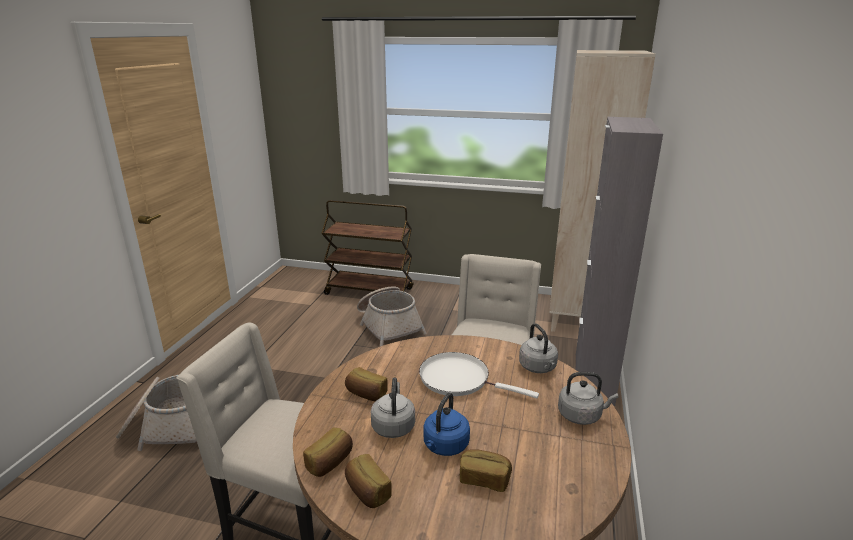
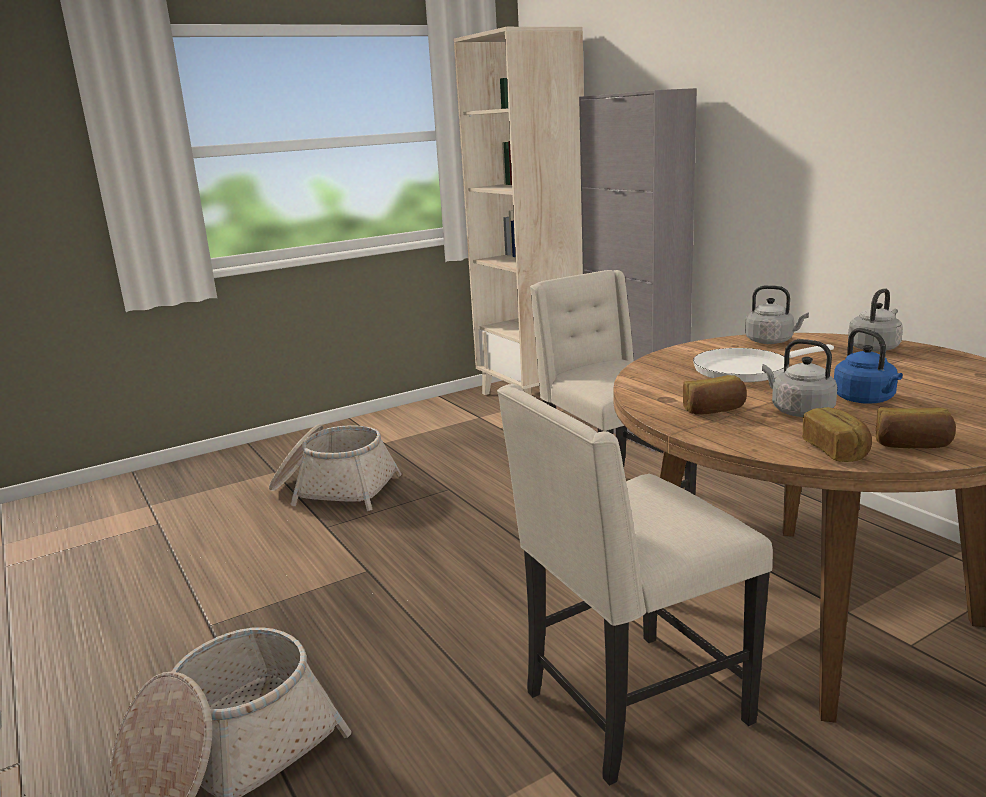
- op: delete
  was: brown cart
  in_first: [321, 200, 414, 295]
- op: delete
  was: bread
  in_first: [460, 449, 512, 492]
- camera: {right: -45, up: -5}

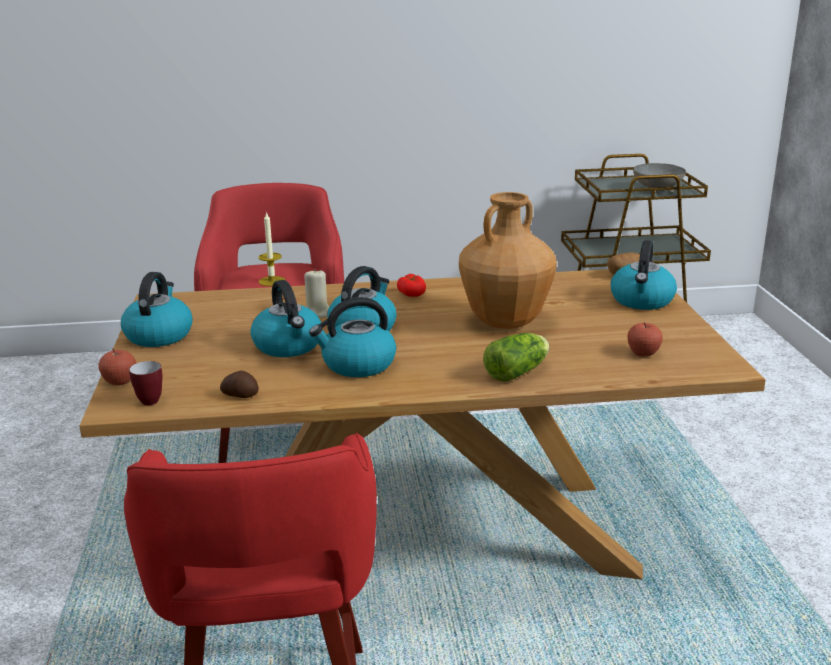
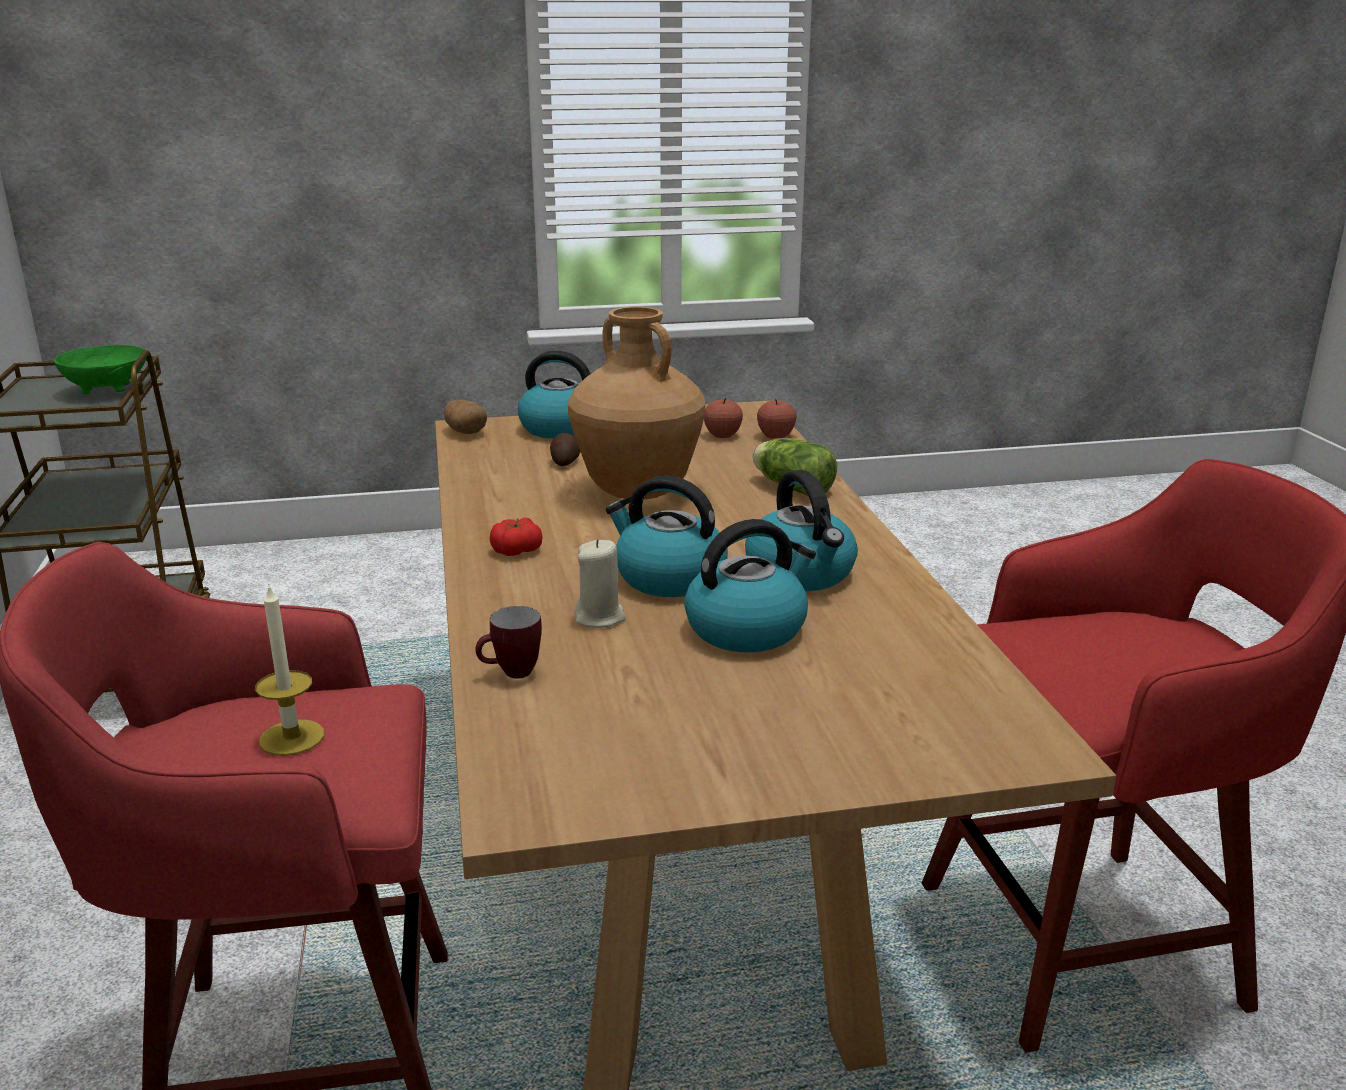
- op: recolor
  was: grey bowl
  now: green bowl
  in_first: [633, 163, 686, 193]
  in_second: [54, 345, 147, 394]
- op: move
  was: mug
  in_first: [129, 361, 163, 406]
  in_second: [475, 606, 542, 679]
- op: move
  was: potato
  in_first: [220, 370, 259, 398]
  in_second: [550, 433, 580, 466]
- op: move
  was: apple
  in_first: [99, 349, 136, 385]
  in_second: [757, 399, 797, 439]
- op: delete
  was: kettle
  in_first: [121, 272, 193, 347]
- camera: {right: -95, up: 0}

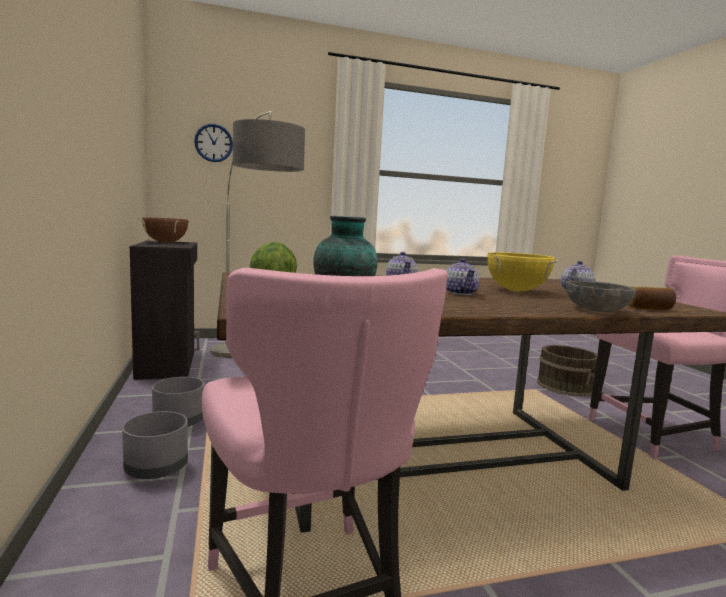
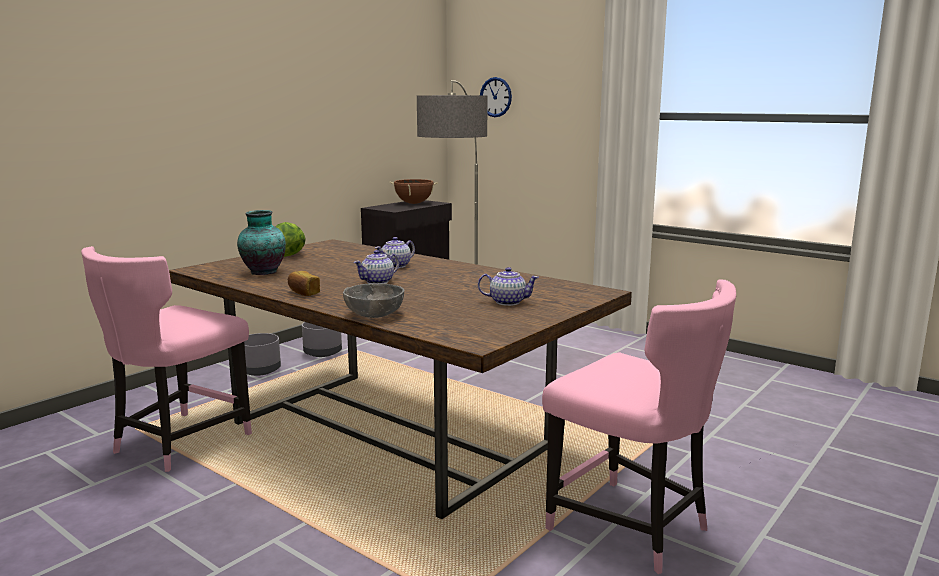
- op: move
  was: bread
  in_first: [628, 287, 676, 310]
  in_second: [288, 271, 320, 296]
- op: delete
  was: yellow cooking pot
  in_first: [487, 252, 557, 291]
- op: delete
  was: brown bucket
  in_first: [537, 345, 597, 397]
- camera: {right: 55, up: 5}

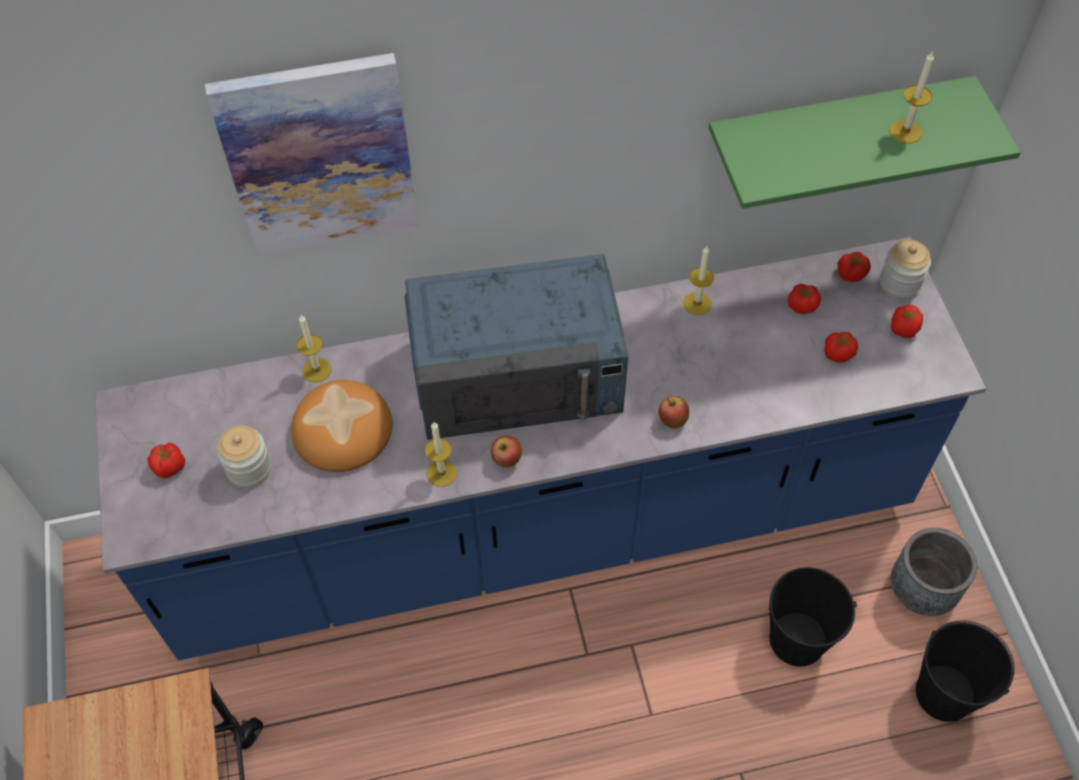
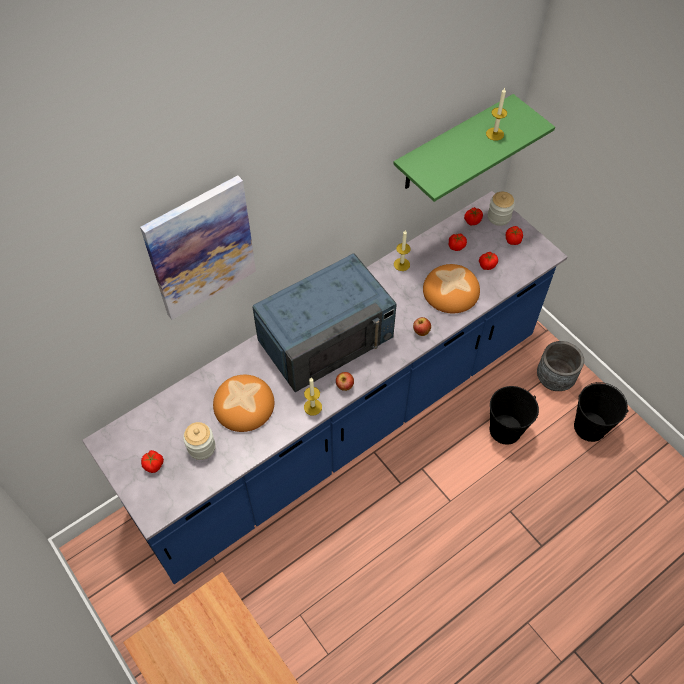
- op: insert
  now: bread
  in_second: [423, 264, 480, 313]
- op: delete
  was: candle
  in_first: [297, 315, 331, 382]
- camera: {right: -25, up: 0}

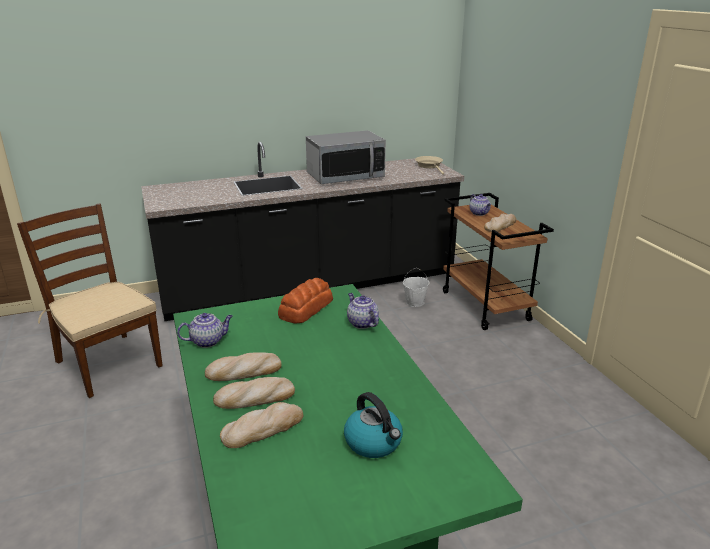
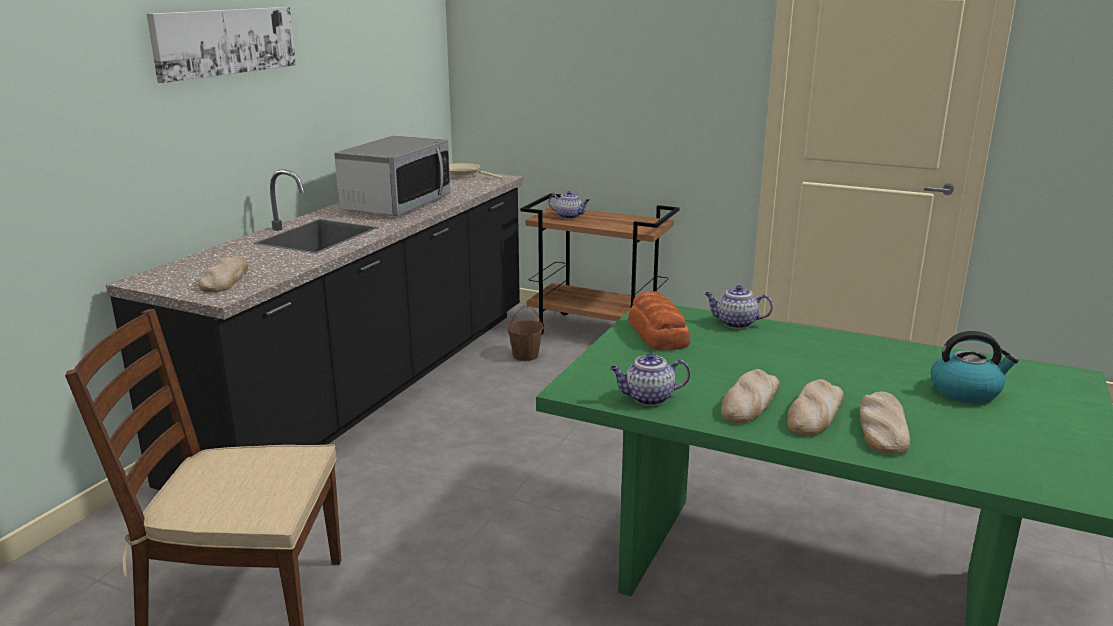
- op: insert
  now: picture
  in_second: [147, 7, 296, 83]
- op: move
  was: bread
  in_first: [484, 214, 516, 232]
  in_second: [199, 255, 248, 292]
- op: recolor
  was: white bucket
  now: brown bucket
  in_first: [403, 268, 429, 307]
  in_second: [507, 306, 543, 361]
- op: rotate
  was: teapot
  in_first: [177, 313, 233, 348]
  in_second: [610, 353, 690, 406]
  clockwise: -120
- camera: {right: -45, up: -5}

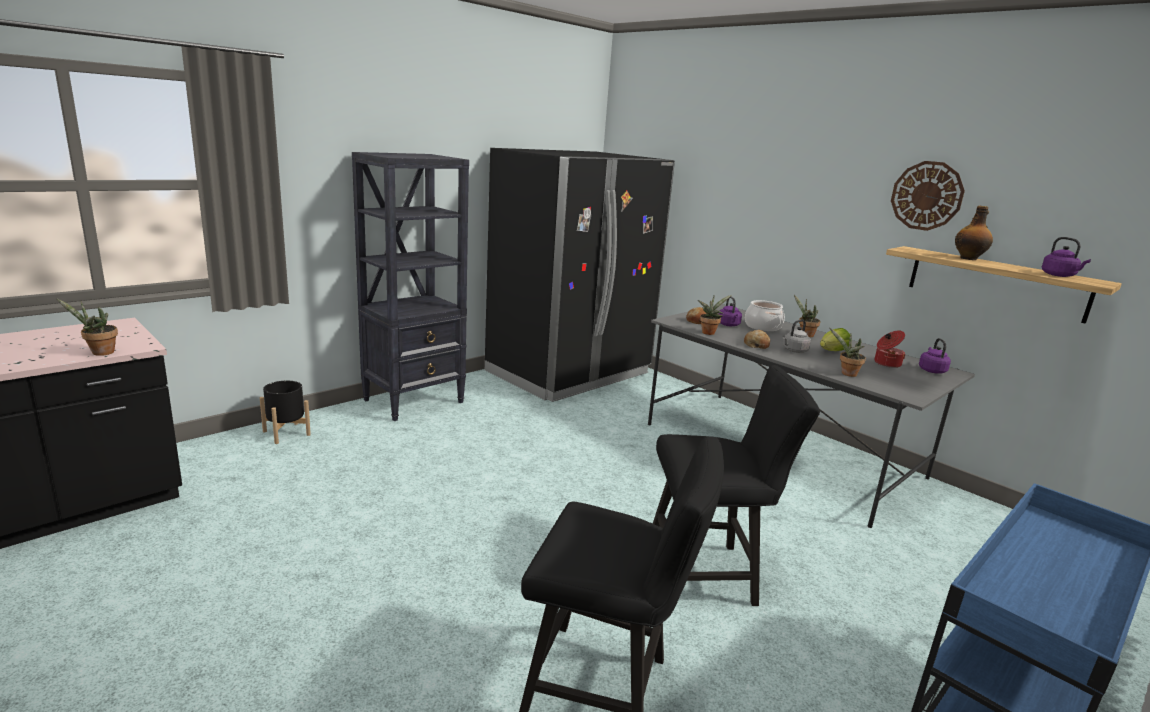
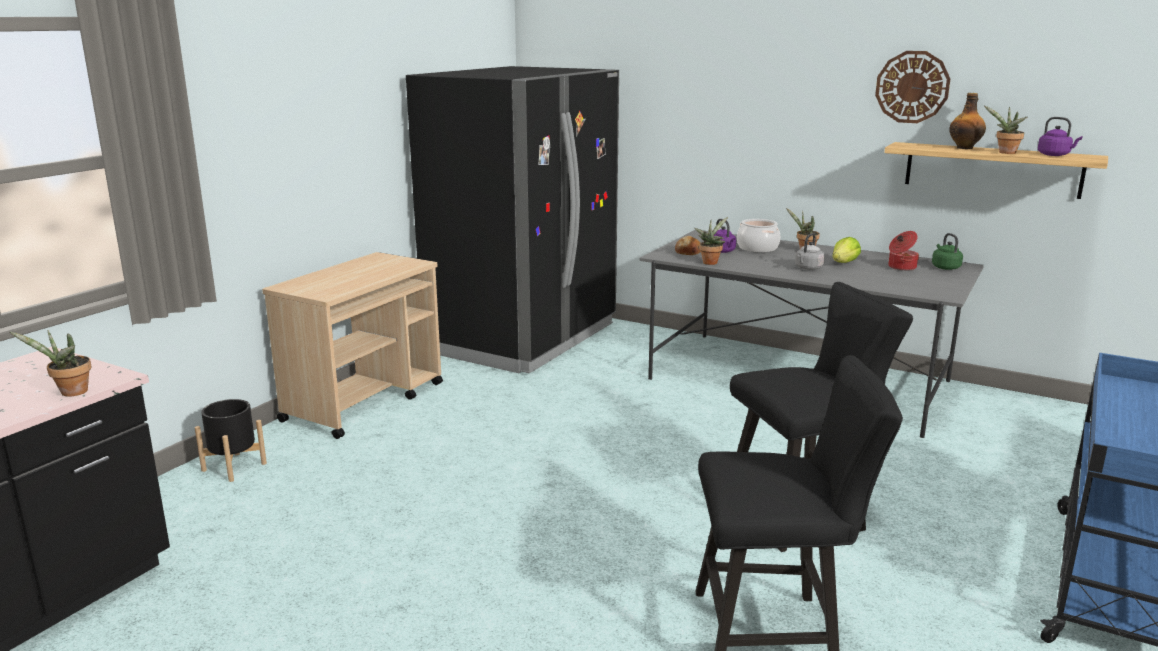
- op: replace
  was: black bookcase
  now: beige cart
  in_first: [352, 152, 469, 421]
  in_second: [262, 252, 443, 439]
- op: recolor
  was: purple kettle
  now: green kettle
  in_first: [919, 338, 951, 374]
  in_second: [932, 233, 963, 270]
- op: move
  was: potted plant
  in_first: [830, 328, 866, 377]
  in_second: [984, 106, 1027, 154]
- op: delete
  was: bread
  in_first: [744, 330, 770, 349]
- camera: {right: -15, up: 0}

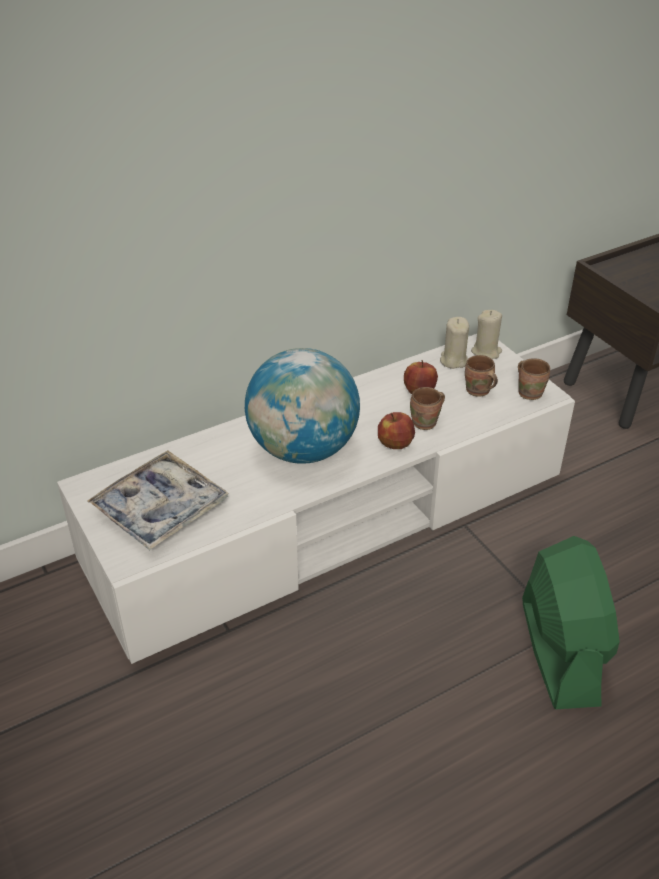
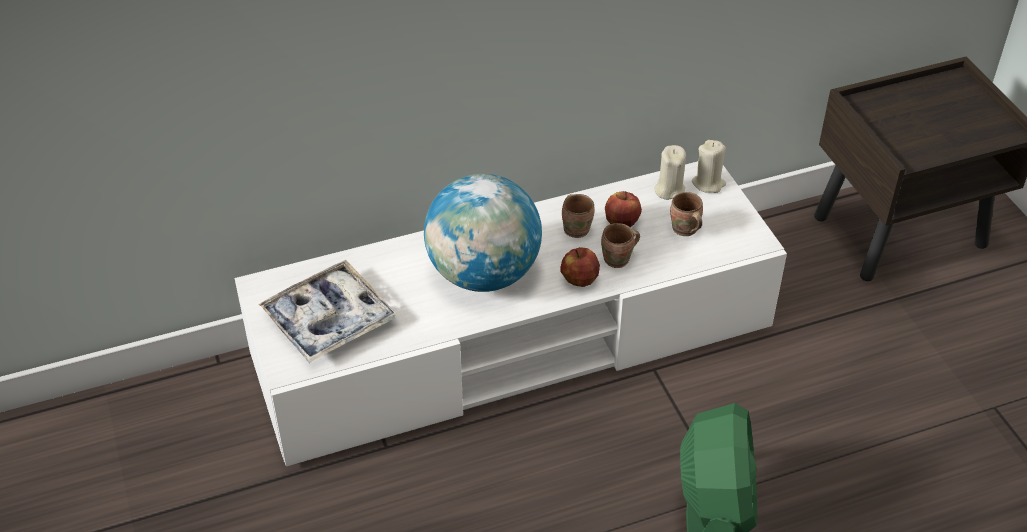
- op: move
  was: brown mug
  in_first: [518, 358, 550, 400]
  in_second: [562, 194, 595, 238]
- camera: {right: 10, up: 5}

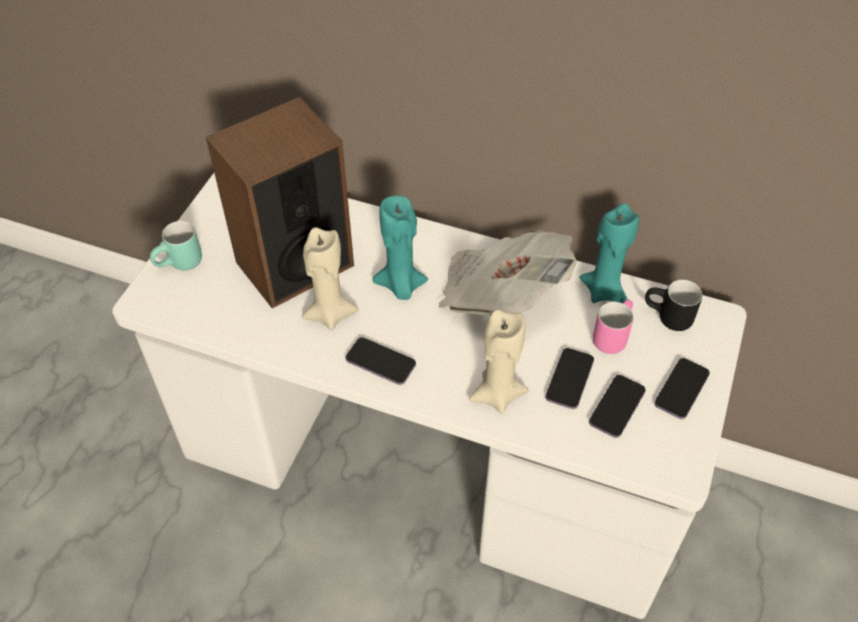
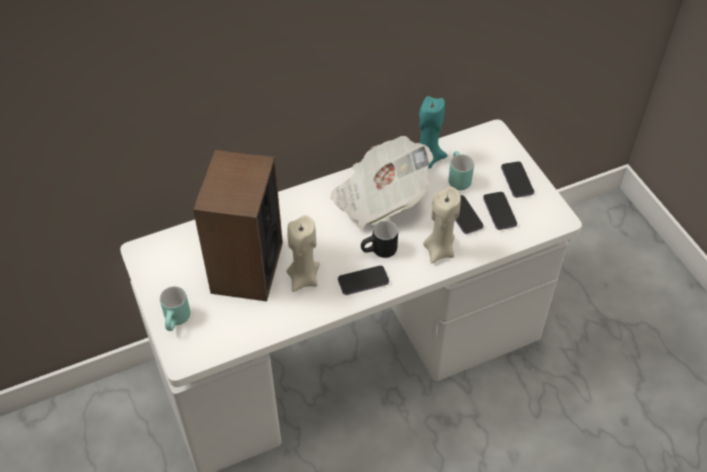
- op: move
  was: black mug
  in_first: [645, 280, 702, 331]
  in_second: [361, 221, 398, 258]
- op: recolor
  was: pink mug
  now: turquoise mug
  in_first: [593, 299, 633, 354]
  in_second: [448, 151, 474, 190]
- op: delete
  was: turquoise candle
  in_first: [372, 196, 428, 300]
- camera: {right: -45, up: 0}

